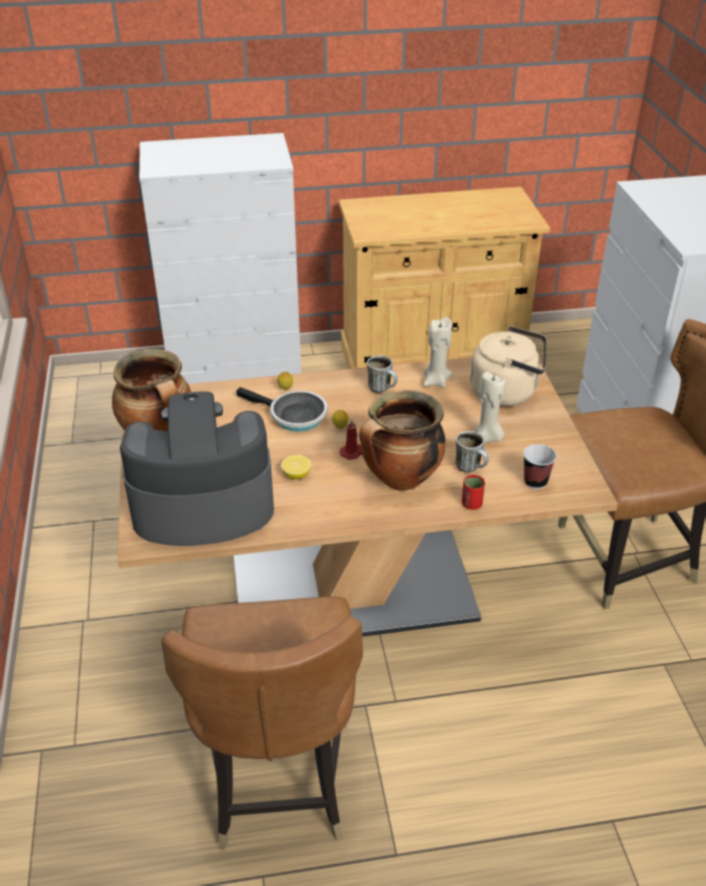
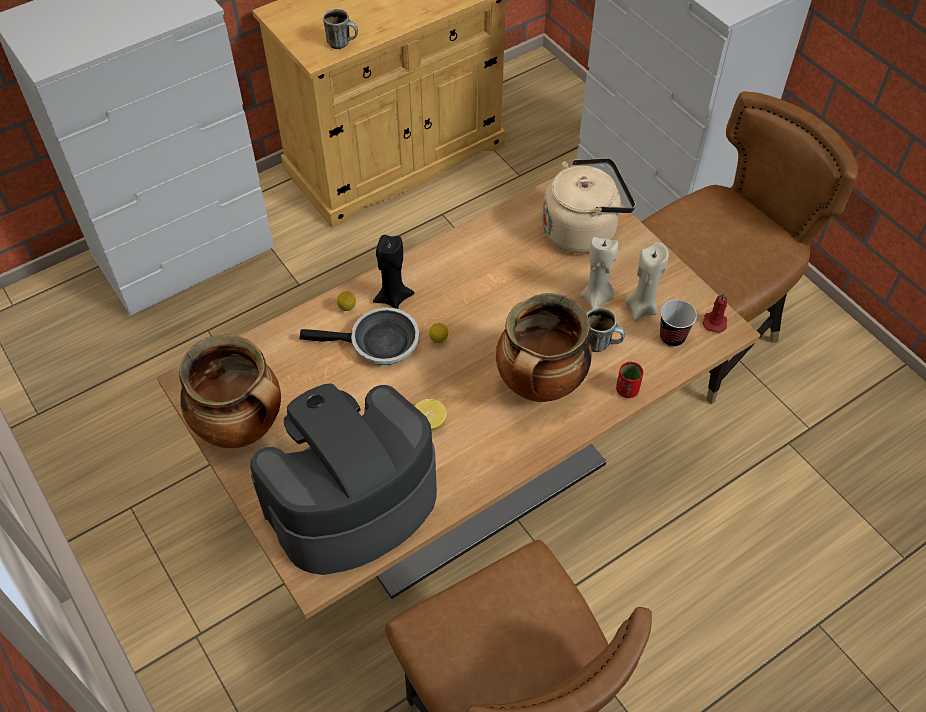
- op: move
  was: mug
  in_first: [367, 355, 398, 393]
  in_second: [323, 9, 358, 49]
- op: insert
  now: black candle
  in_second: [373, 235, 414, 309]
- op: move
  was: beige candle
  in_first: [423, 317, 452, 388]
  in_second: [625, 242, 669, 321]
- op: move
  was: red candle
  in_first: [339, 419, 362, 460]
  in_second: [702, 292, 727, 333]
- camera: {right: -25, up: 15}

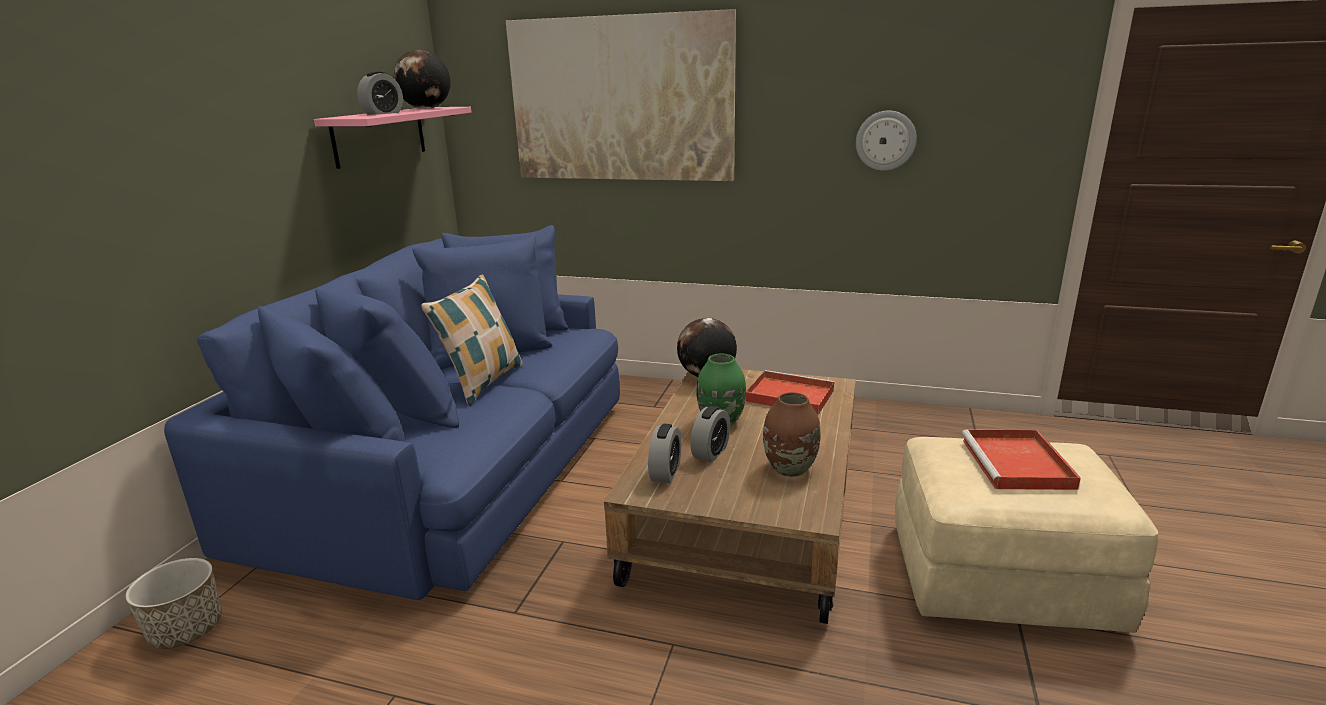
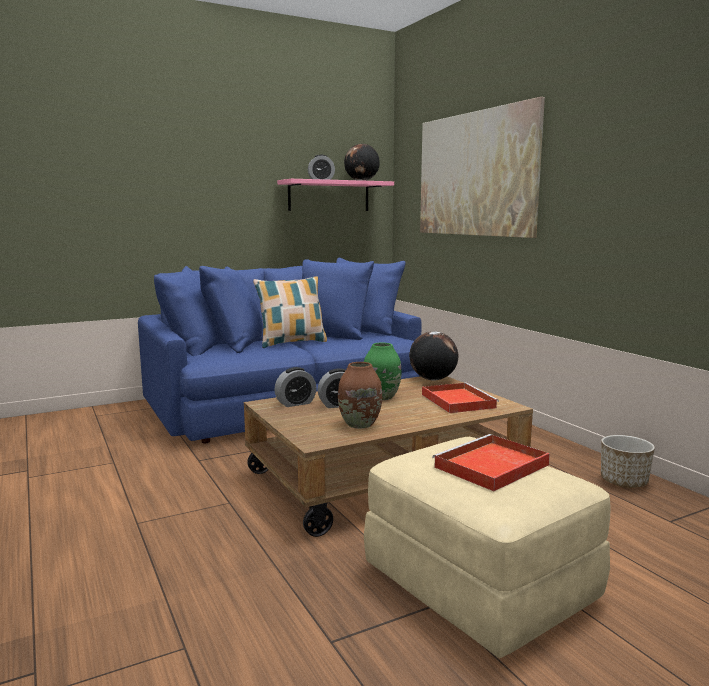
- op: move
  was: planter
  in_first: [125, 558, 222, 649]
  in_second: [601, 435, 655, 488]
- op: delete
  was: wall clock
  in_first: [856, 110, 917, 171]
- camera: {right: 45, up: -10}

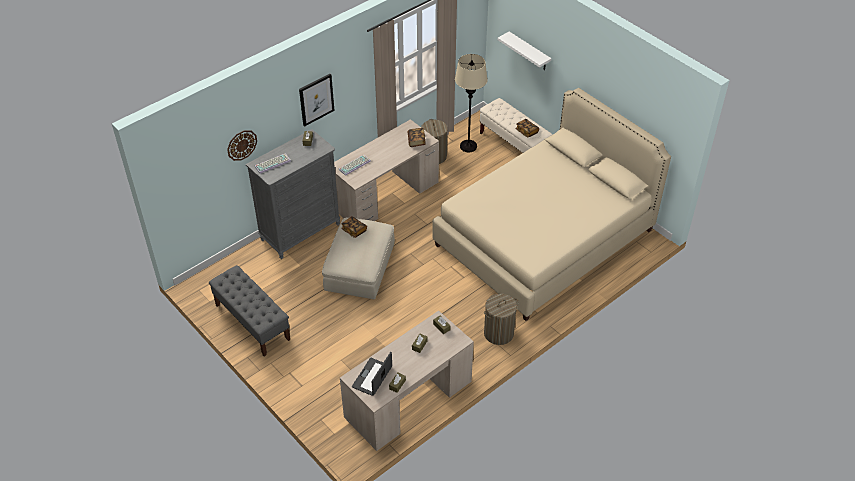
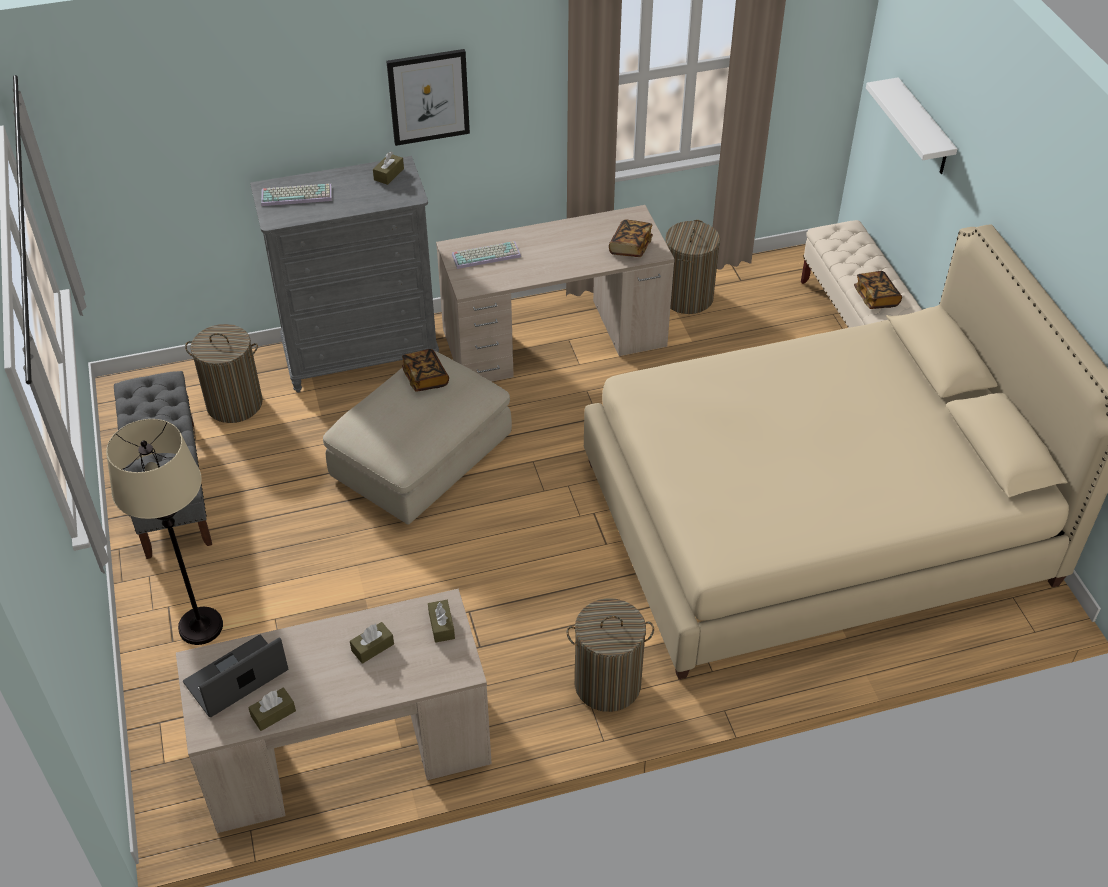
- op: move
  was: beige floor lamp
  in_first: [455, 54, 488, 152]
  in_second: [106, 419, 223, 645]
- op: insert
  now: laundry basket
  in_second: [185, 324, 263, 423]
- op: delete
  was: wall clock
  in_first: [227, 130, 257, 161]
- camera: {right: 25, up: 0}

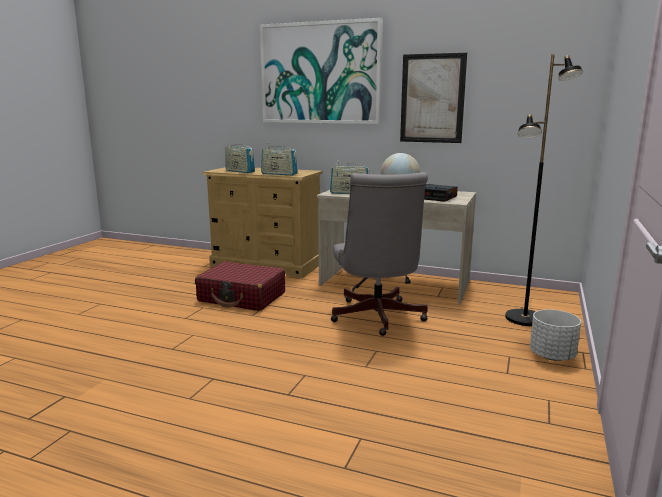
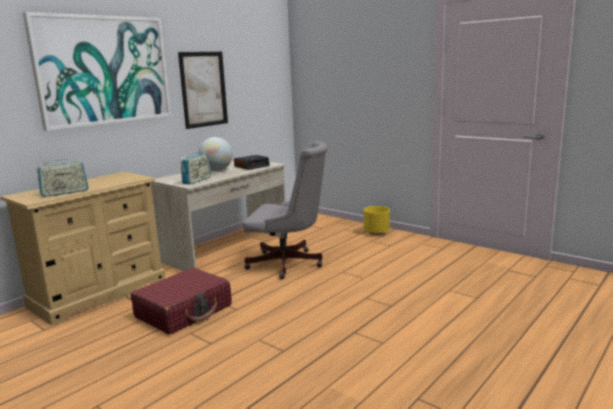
- op: recolor
  was: white planter
  now: yellow planter
  in_first: [530, 309, 581, 361]
  in_second: [364, 206, 390, 235]
- op: delete
  was: radio
  in_first: [261, 143, 298, 175]
- op: delete
  was: black floor lamp
  in_first: [505, 54, 583, 326]
- camera: {right: -70, up: 0}

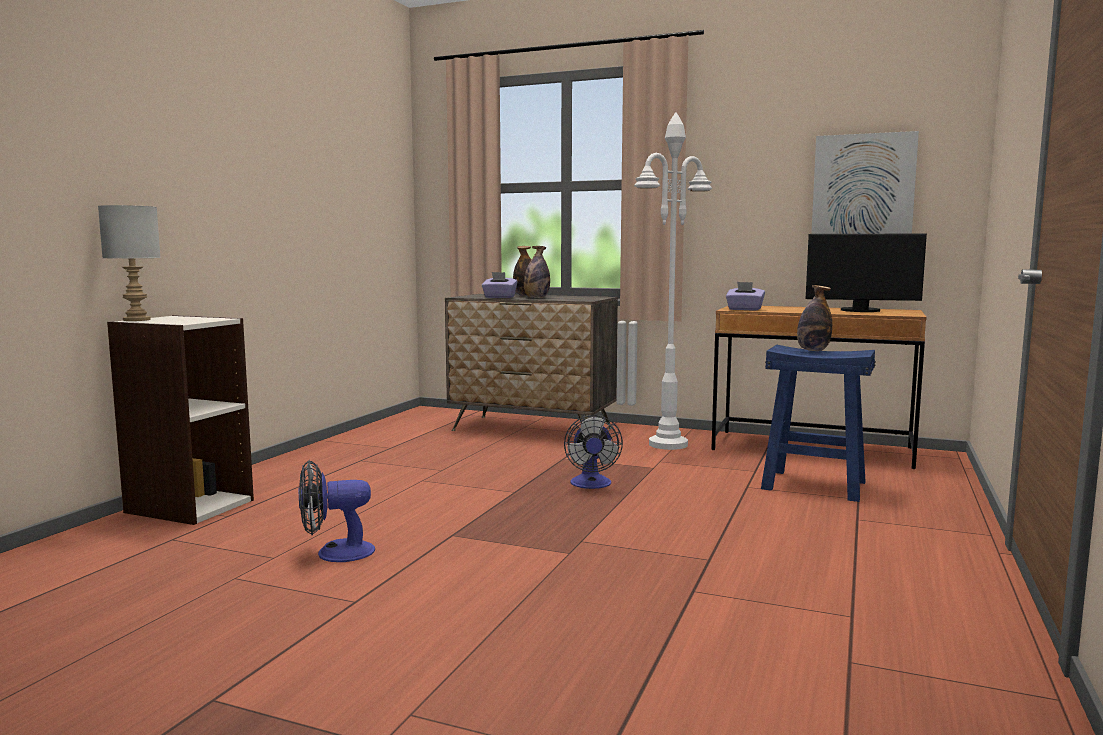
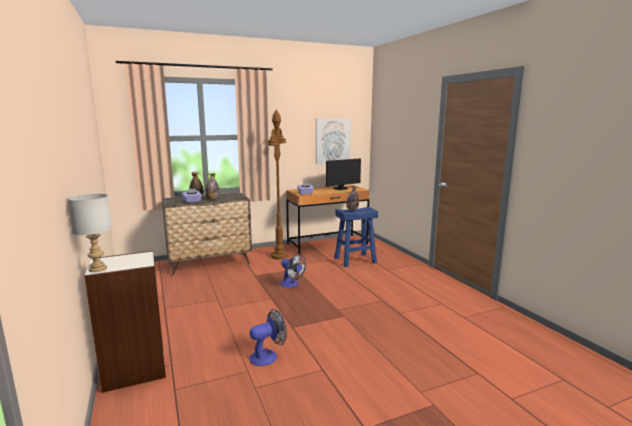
- op: rotate
  was: fan
  in_first: [299, 460, 375, 562]
  in_second: [249, 309, 287, 366]
  clockwise: -150
- op: recolor
  was: white floor lamp
  now: brown floor lamp
  in_first: [634, 112, 712, 450]
  in_second: [267, 109, 288, 260]
- camera: {right: -45, up: 5}

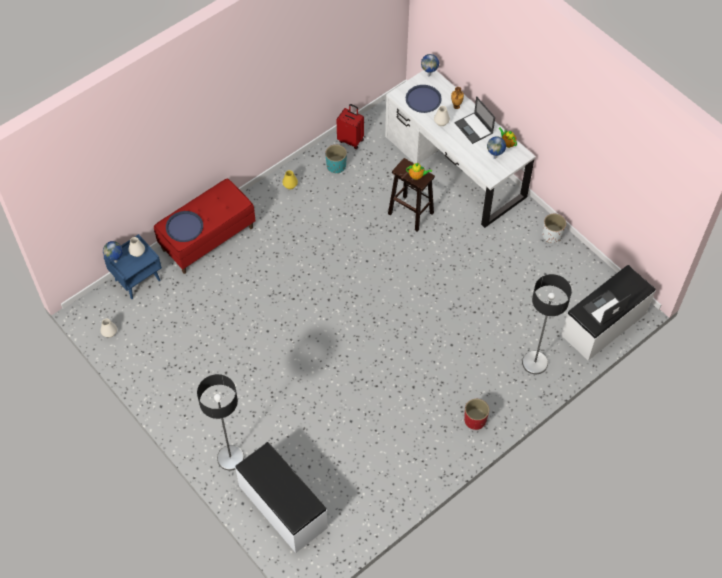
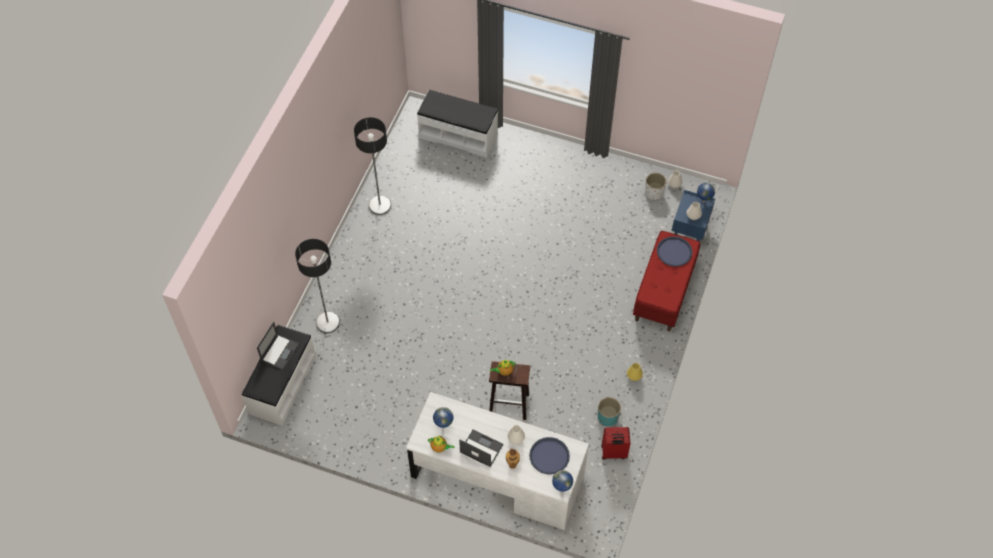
- op: move
  was: floor lamp
  in_first: [197, 374, 244, 471]
  in_second: [354, 117, 391, 215]
- op: move
  was: white planter
  in_first: [542, 214, 566, 243]
  in_second: [645, 173, 667, 201]
- op: delete
  was: red planter
  in_first: [464, 399, 489, 430]
- camera: {right: 150, up: 0}

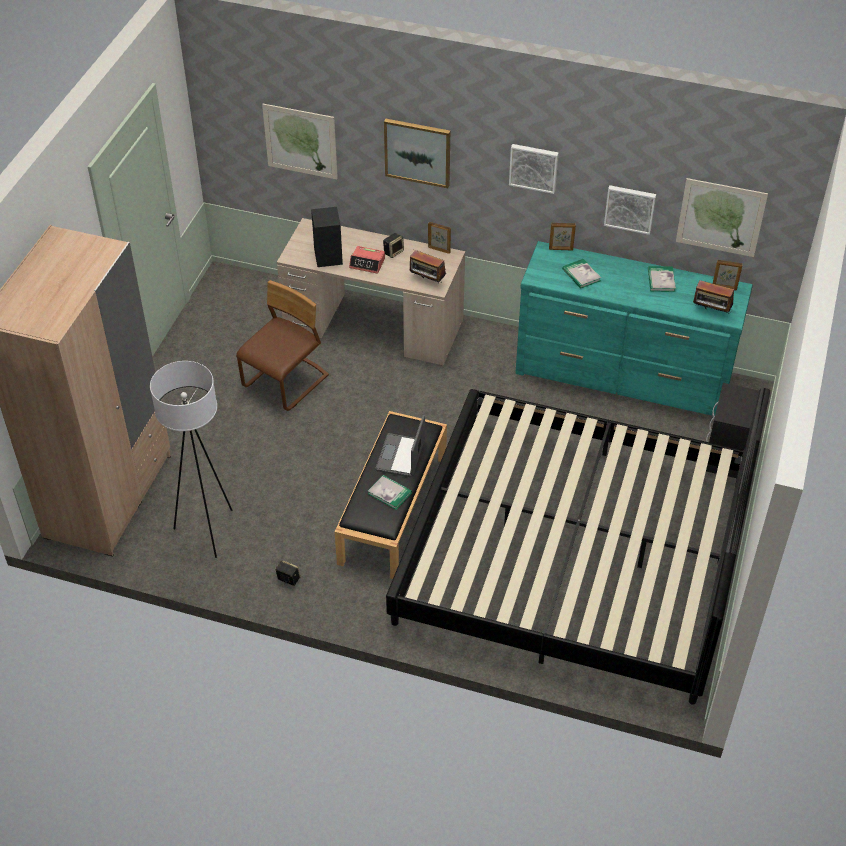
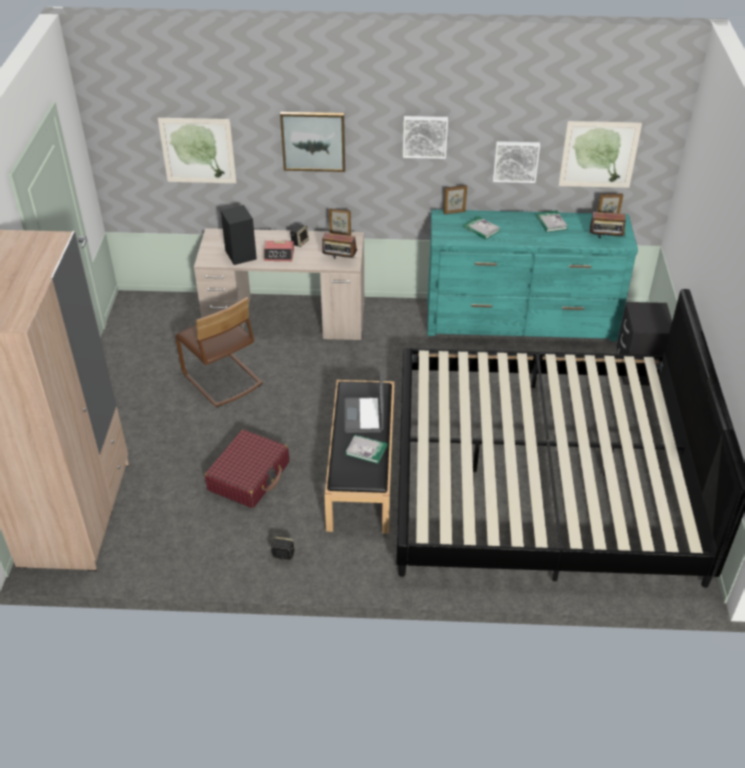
- op: rotate
  was: brown chair
  in_first: [236, 280, 329, 411]
  in_second: [175, 297, 263, 407]
  clockwise: 120
- op: insert
  now: red suitcase
  in_second: [205, 429, 289, 508]
- op: delete
  was: white floor lamp
  in_first: [150, 361, 232, 558]
- camera: {right: -15, up: -5}

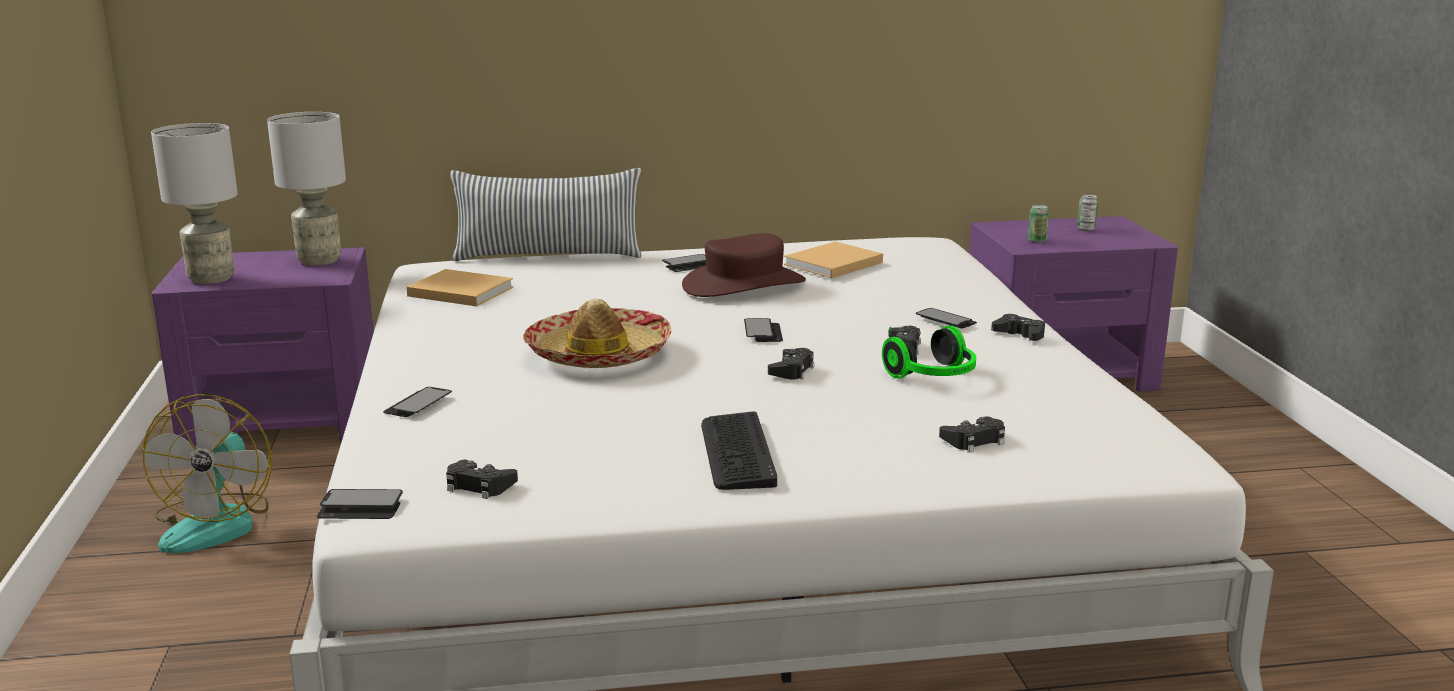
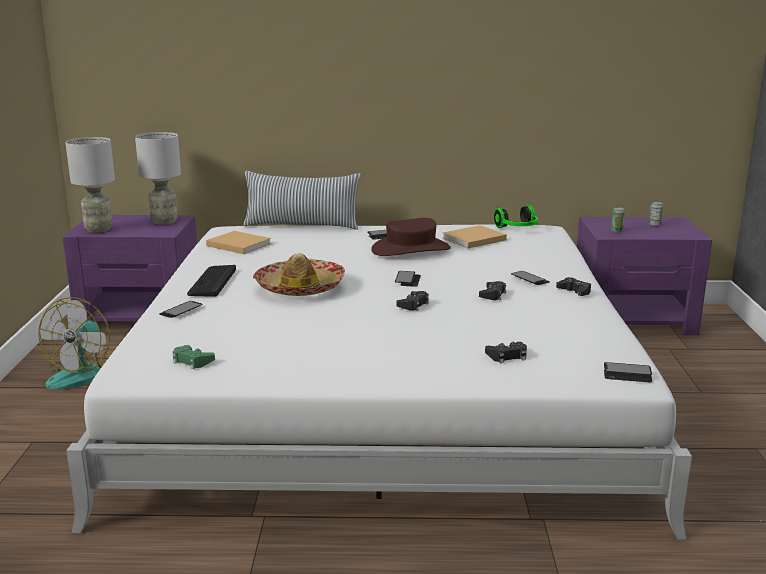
- op: recolor
  was: black game controller
  now: green game controller
  in_first: [446, 460, 518, 499]
  in_second: [173, 345, 215, 369]
- op: move
  was: keyboard
  in_first: [701, 411, 777, 490]
  in_second: [187, 265, 236, 297]
- op: move
  was: headphones
  in_first: [882, 325, 976, 379]
  in_second: [494, 203, 538, 228]
- op: move
  was: phone
  in_first: [317, 489, 403, 519]
  in_second: [604, 362, 652, 383]
- camera: {right: 10, up: 0}

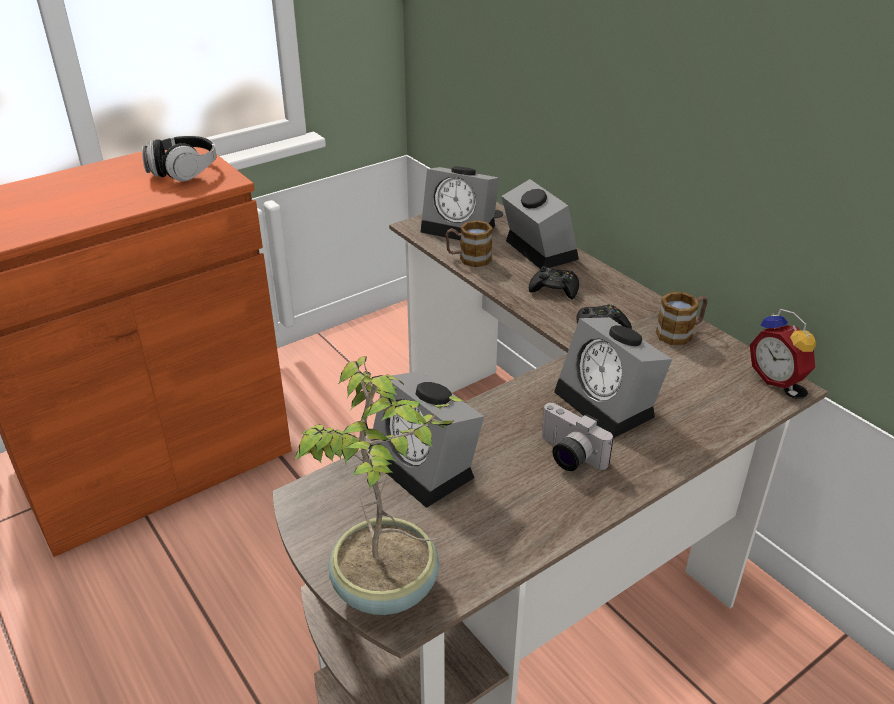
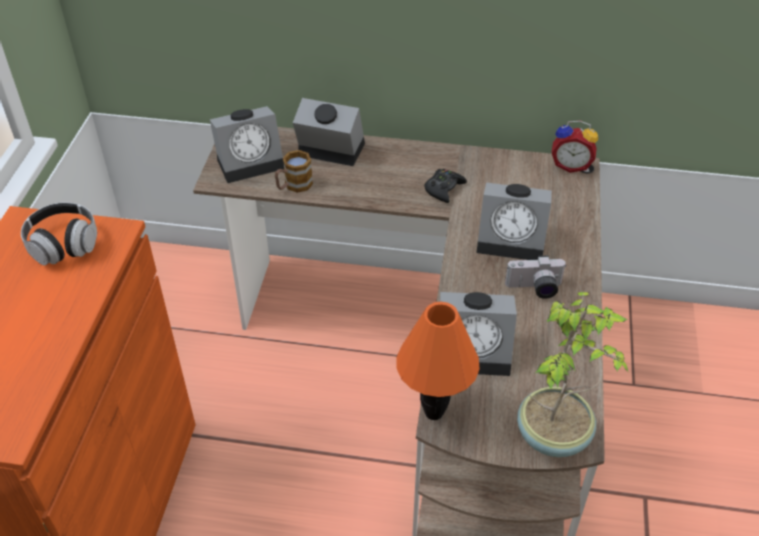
- op: insert
  now: orange table lamp
  in_second: [396, 302, 480, 420]
- op: delete
  was: black game controller
  in_first: [529, 266, 579, 299]
- op: delete
  was: mug
  in_first: [656, 292, 707, 345]
- camera: {right: -45, up: 10}

